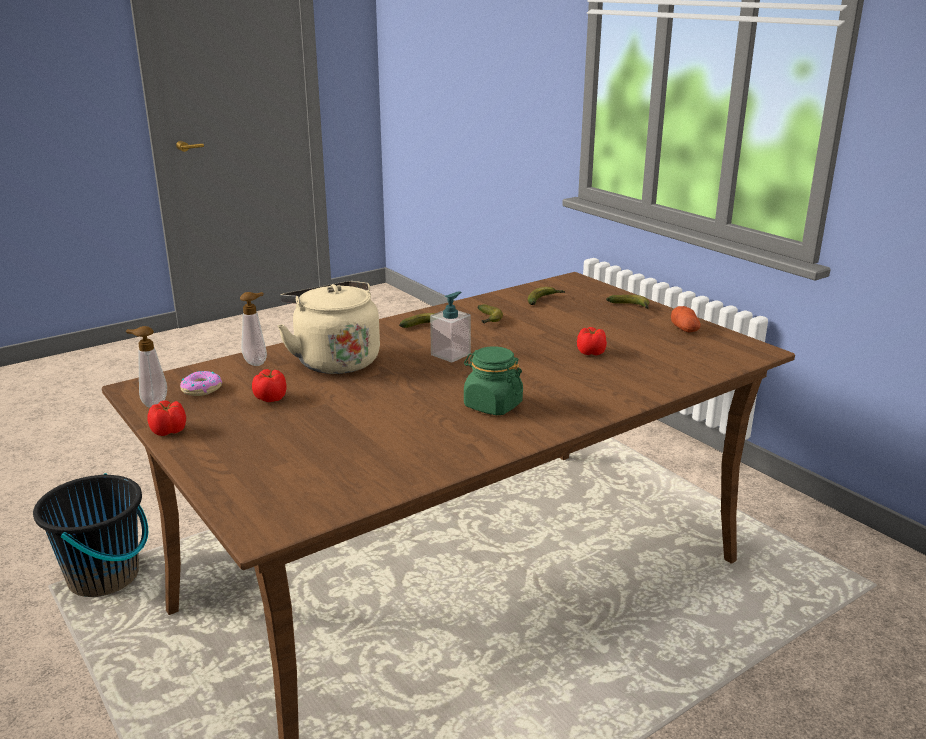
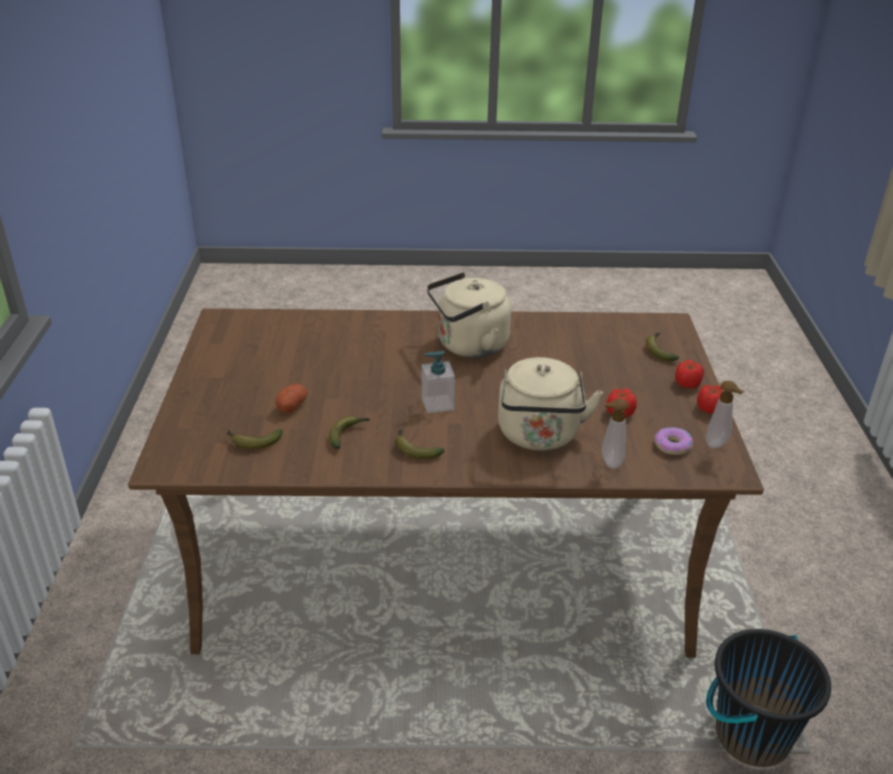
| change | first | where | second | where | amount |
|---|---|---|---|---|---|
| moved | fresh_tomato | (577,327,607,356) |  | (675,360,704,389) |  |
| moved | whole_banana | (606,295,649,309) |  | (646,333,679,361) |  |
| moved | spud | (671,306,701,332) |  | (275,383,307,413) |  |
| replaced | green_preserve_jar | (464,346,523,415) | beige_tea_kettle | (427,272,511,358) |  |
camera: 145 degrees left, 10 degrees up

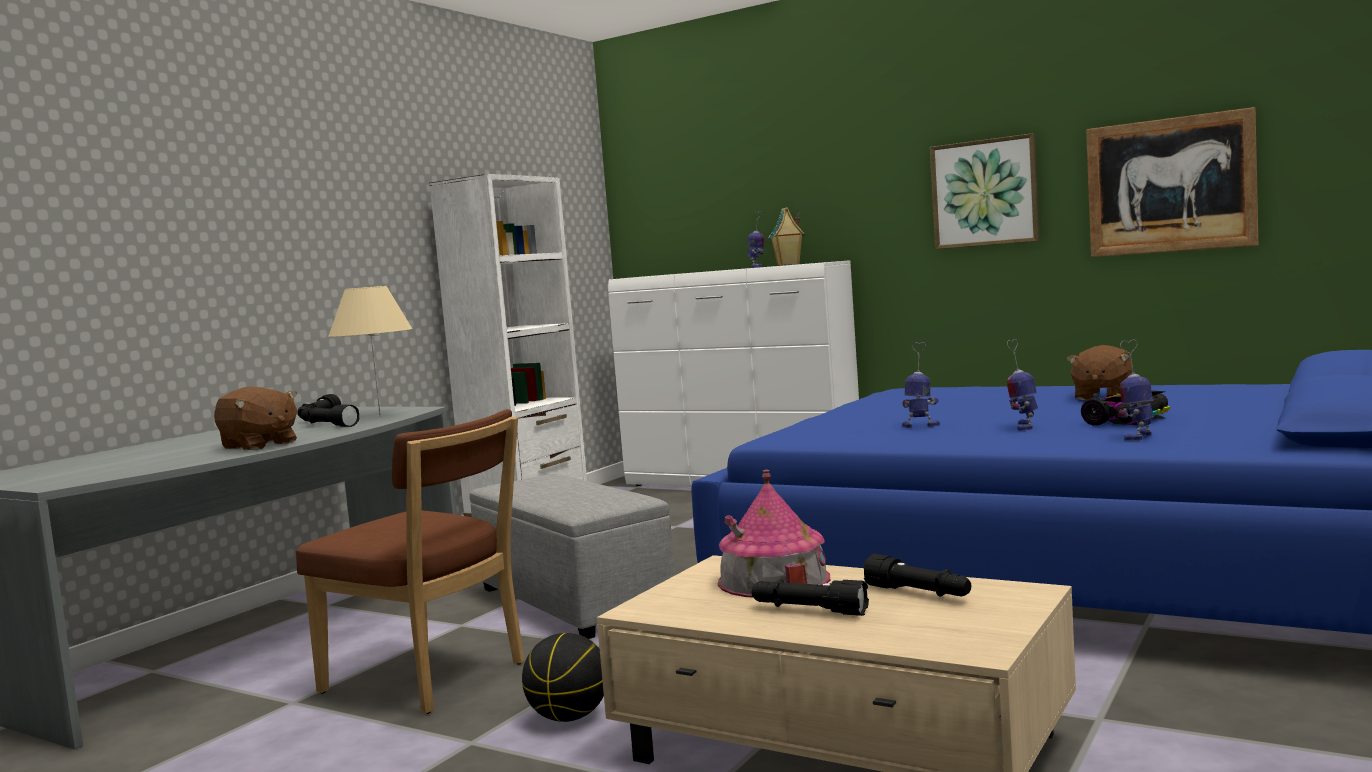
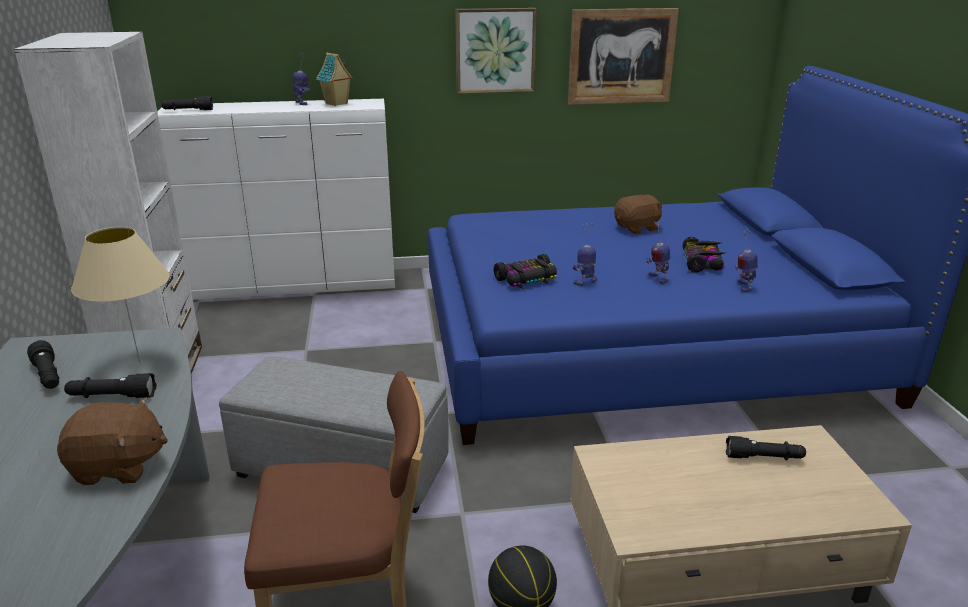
| change | first | where | second | where | amount |
|---|---|---|---|---|---|
| removed | model_house | (718,470,830,597) |  |  |  |
| added |  |  | model_car | (494,254,557,289) |  |
| moved | blackish_flashlight | (752,579,869,616) |  | (162,96,213,110) |  |
| turned | brown-coloured_soft_toy | (1067,345,1132,400) |  | (614,194,662,234) | 105 degrees counterclockwise |
camera: 40 degrees left, 20 degrees up

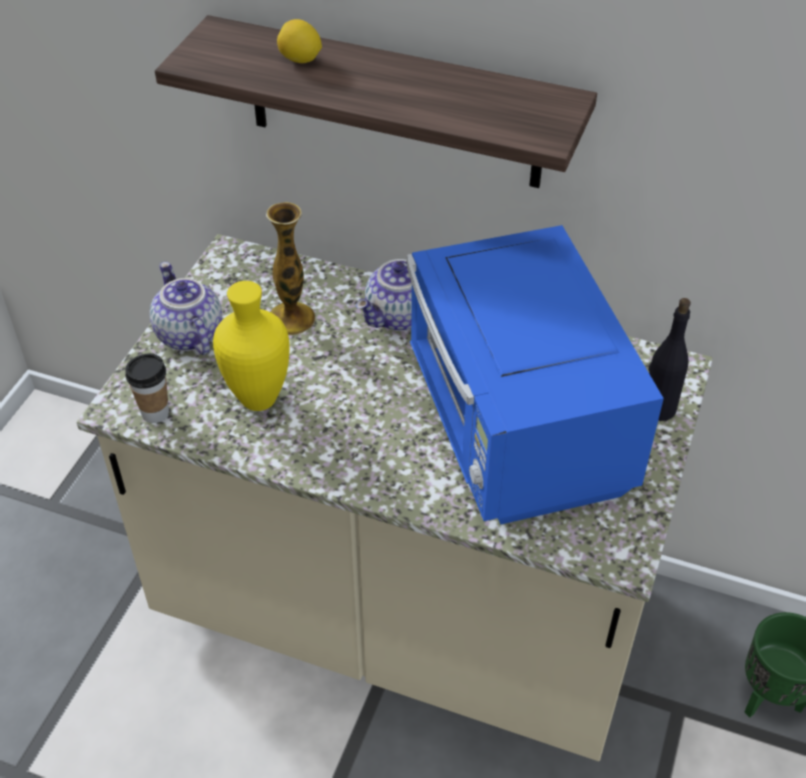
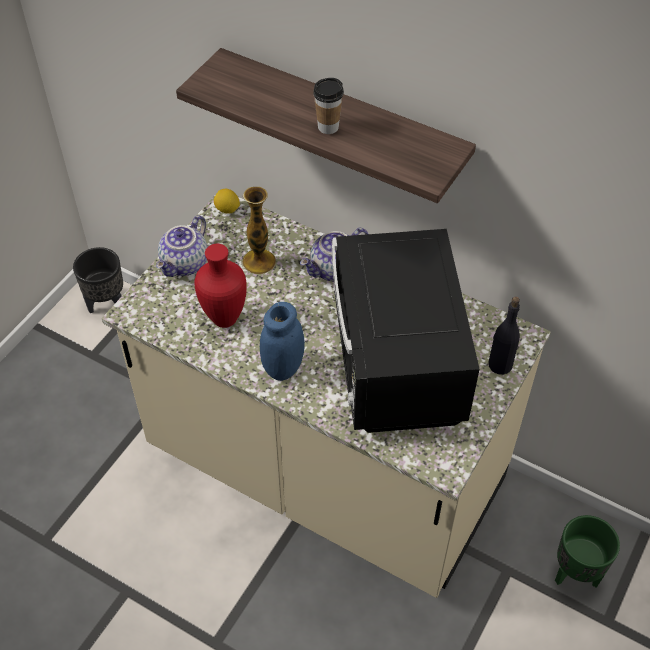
| change | first | where | second | where | amount |
|---|---|---|---|---|---|
| added |  |  | blackish_flower_pot | (73,247,123,313) |  |
| added |  |  | blue-coloured_preserve_jar | (260,302,305,381) |  |
| moved | drinking_cup | (125,353,169,423) |  | (313,78,344,134) |  |
| moved | lemon | (277,19,322,63) |  | (214,189,240,214) |  |
| recoloured | yellowish_flower_vase | (213,281,290,411) | reddish_flower_vase | (194,244,247,328) |  |
| recoloured | blue-coloured_kitchen_microwave | (407,225,664,525) | blackish_kitchen_microwave | (332,229,479,433) |  |
| turned | pot_for_tea | (150,262,222,355) |  | (156,215,207,277) | 135 degrees counterclockwise |
camera: 10 degrees right, 5 degrees up

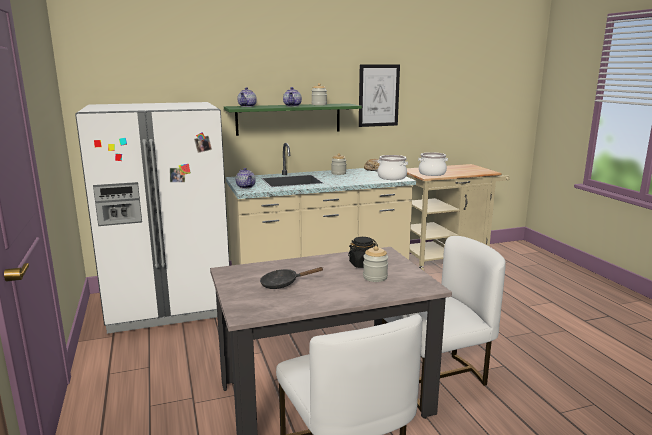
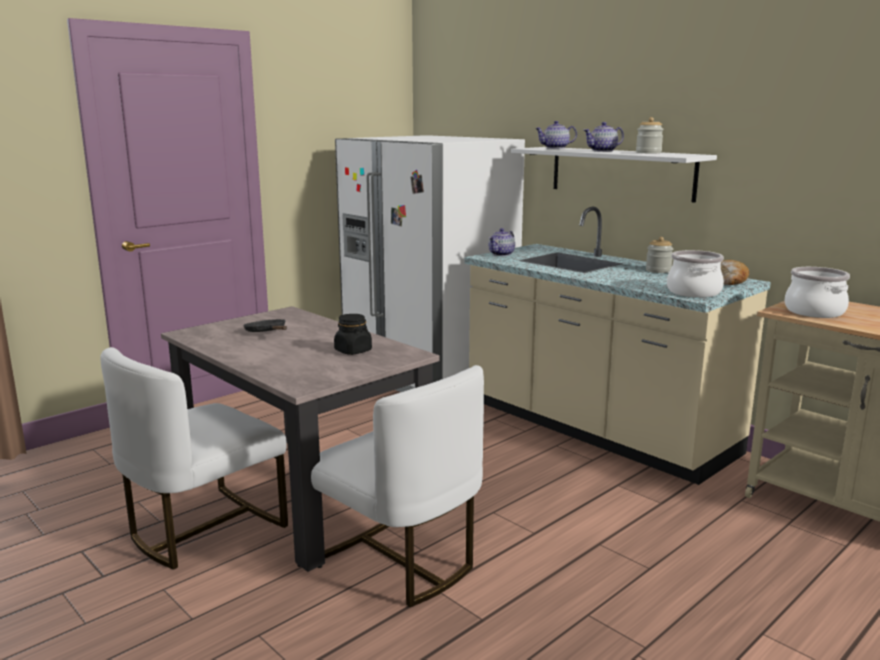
| change | first | where | second | where | amount |
|---|---|---|---|---|---|
| removed | picture | (359,64,400,127) |  |  |  |
| removed | preserve_jar | (363,246,388,282) |  |  |  |
| recoloured | green_bracket_shelf | (224,103,362,136) | white-coloured_bracket_shelf | (511,147,717,203) |  |
camera: 65 degrees right, 0 degrees up

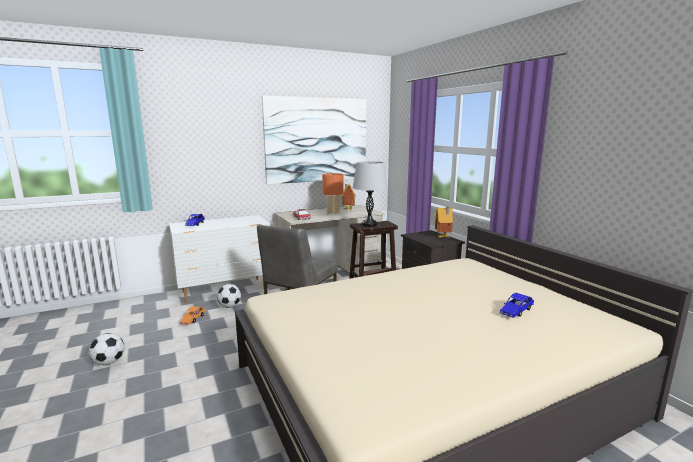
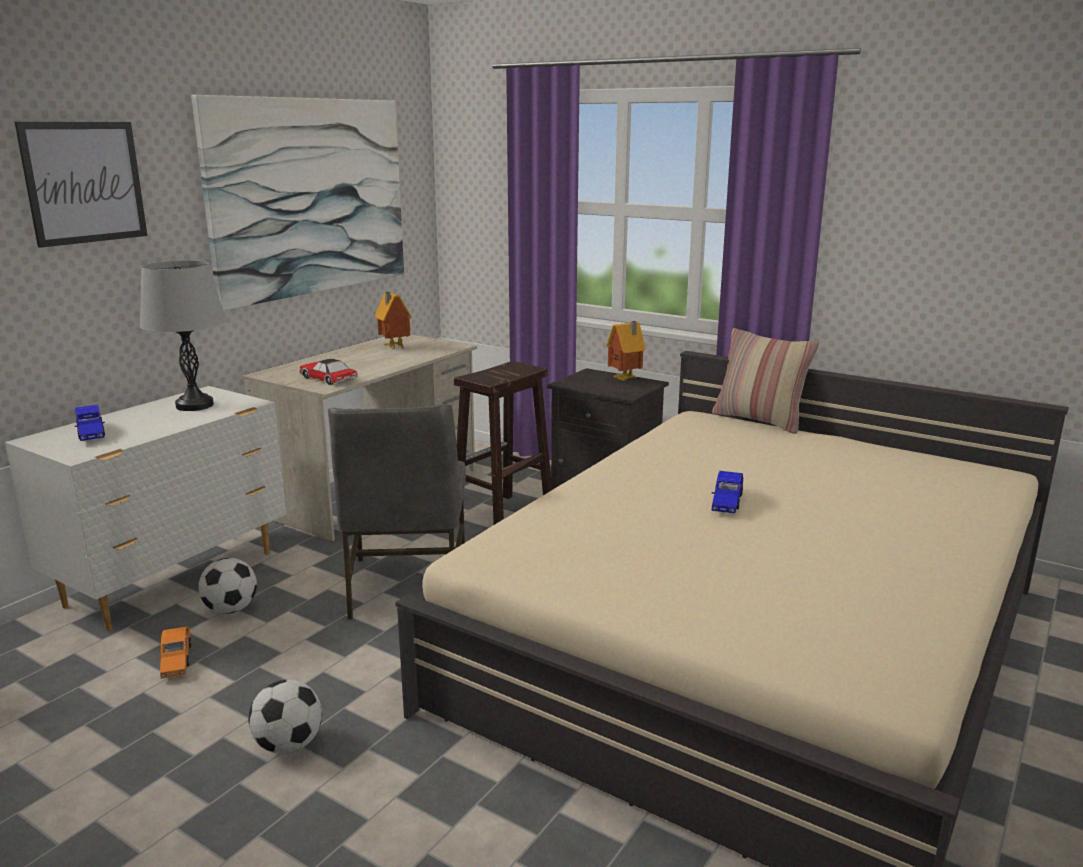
| change | first | where | second | where | amount |
|---|---|---|---|---|---|
| removed | orange-coloured_tabletop_lamp | (322,173,343,214) |  |  |  |
| added |  |  | picture | (15,122,147,248) |  |
| added |  |  | throw_pillow | (712,328,819,434) |  |
| moved | football | (89,333,125,365) |  | (249,680,322,754) |  |
| moved | greyish_tabletop_lamp | (353,161,388,227) |  | (140,260,226,411) |  |
| moved | blue-coloured_model_car | (500,293,534,318) |  | (712,471,743,514) |  |
camera: 30 degrees left, 5 degrees up

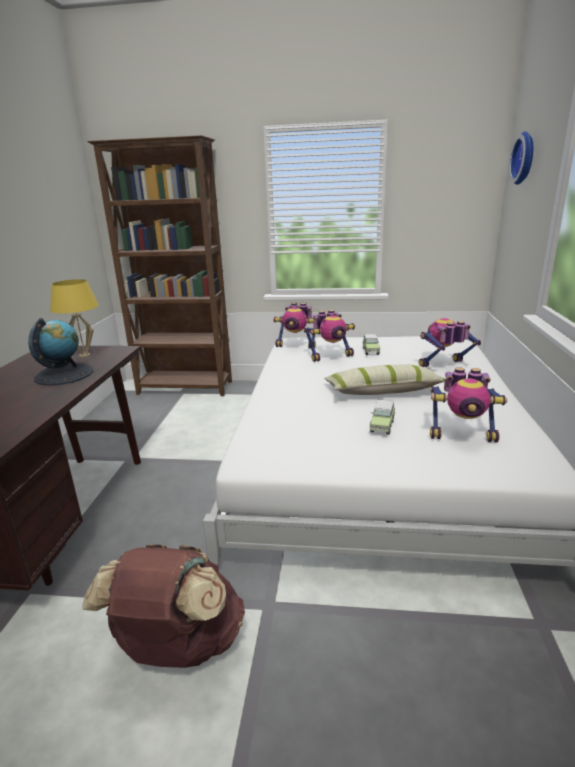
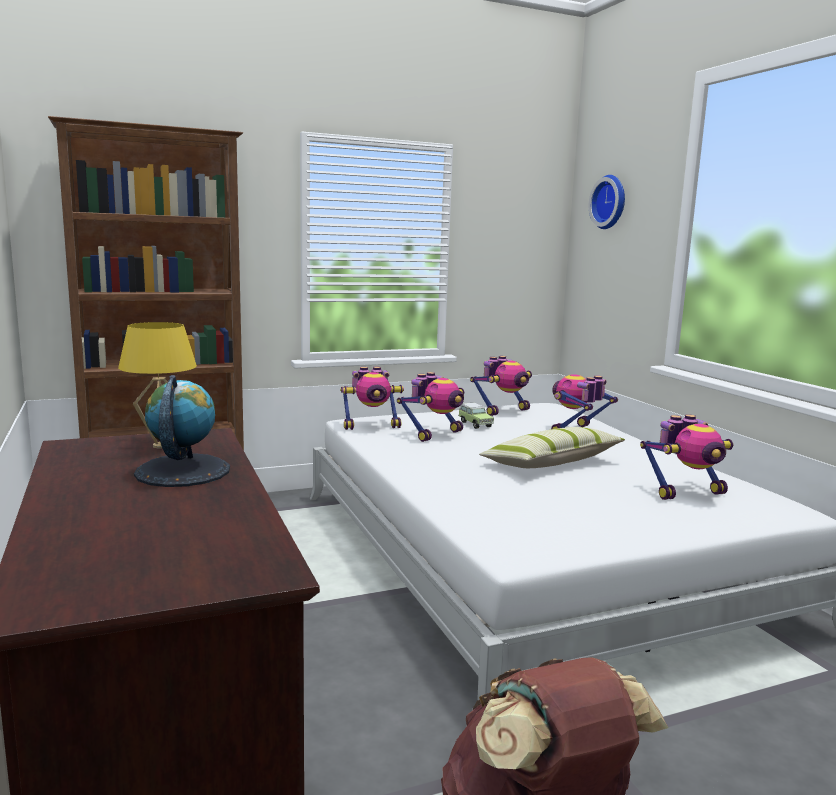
| change | first | where | second | where | amount |
|---|---|---|---|---|---|
| removed | model_car | (370,400,395,435) |  |  |  |
| added |  |  | toy_robot | (470,356,532,416) |  |
camera: 30 degrees left, 10 degrees down

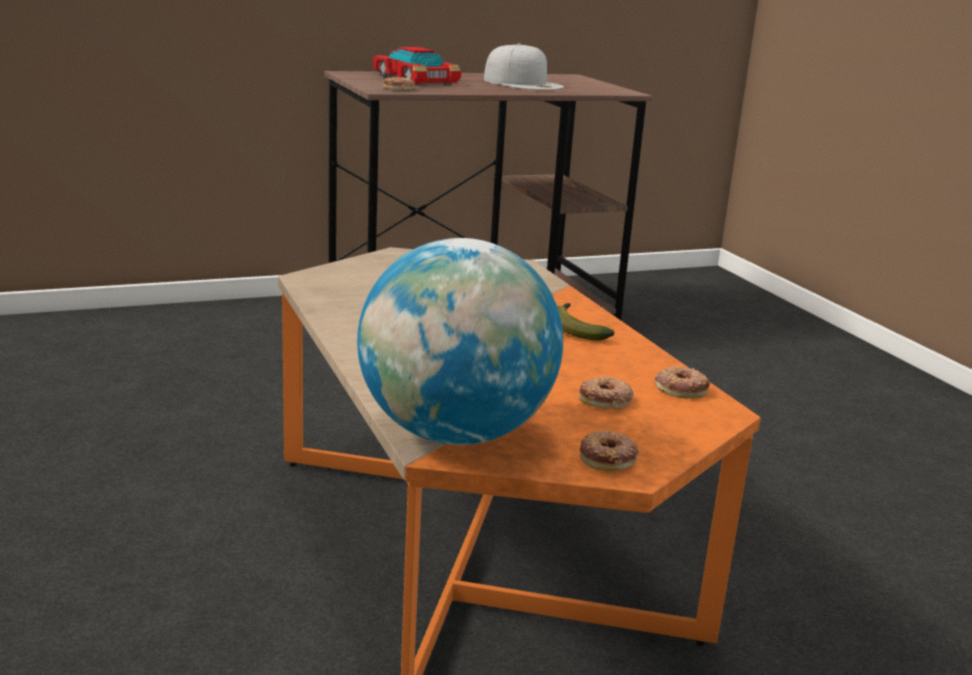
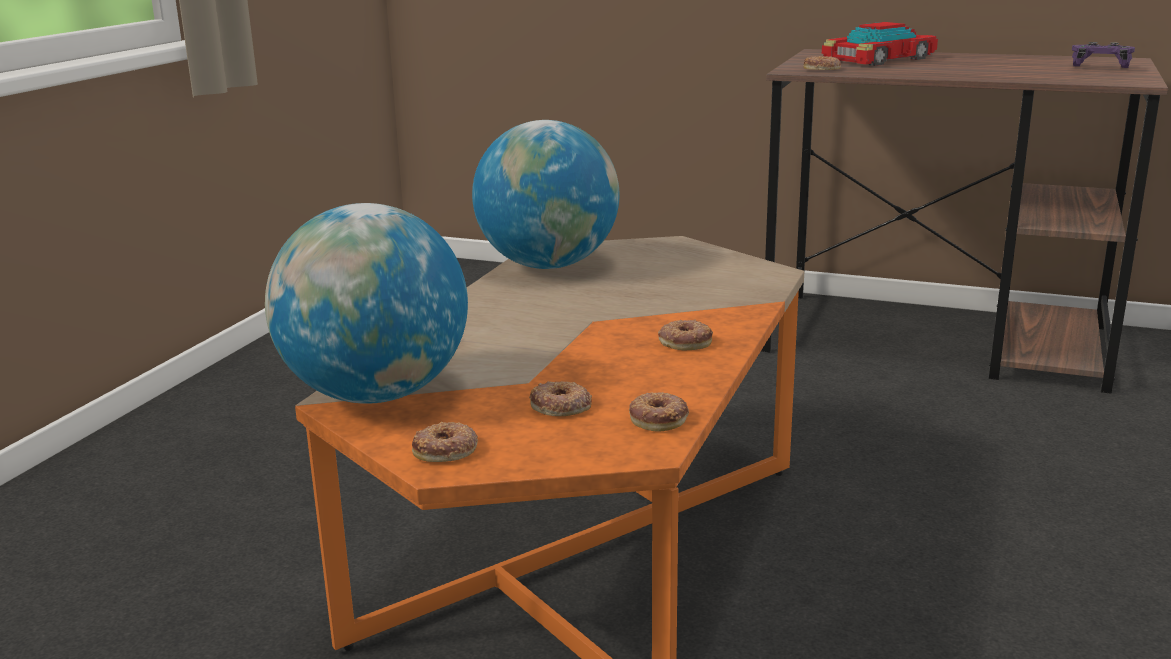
| change | first | where | second | where | amount |
|---|---|---|---|---|---|
| removed | white-coloured_peaked_cap | (484,44,564,90) |  |  |  |
| added |  |  | desk_globe | (472,120,619,269) |  |
| added |  |  | purple_game_controller | (1072,42,1135,68) |  |
| replaced | whole_banana | (557,303,615,340) | doughnut | (658,319,713,350) |  |
| turned | model_car | (373,47,461,84) |  | (822,22,938,66) | 45 degrees clockwise |
camera: 45 degrees right, 0 degrees up

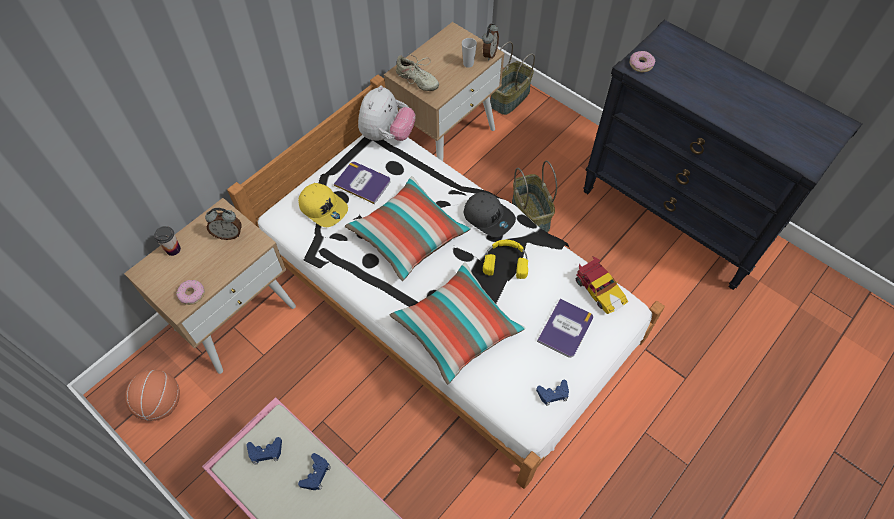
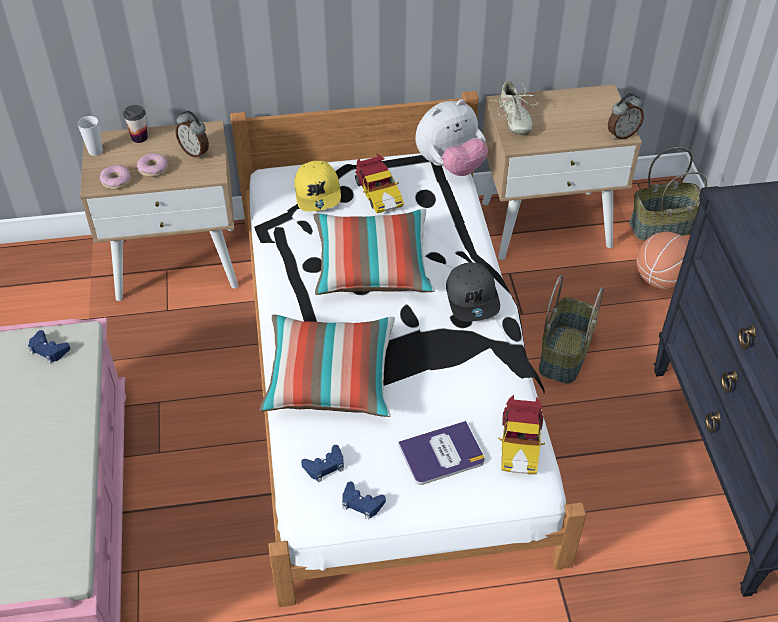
| change | first | where | second | where | amount |
|---|---|---|---|---|---|
| removed | yellowish_headphones | (483,240,528,279) |  |  |  |
| moved | basketball | (125,370,180,421) |  | (637,232,688,289) |  |
| moved | blue-coloured_game_controller | (298,453,331,490) |  | (301,445,344,482) |  |
| moved | drinking_cup | (462,38,477,68) |  | (78,116,103,156) |  |
| moved | doughnut | (630,51,655,72) |  | (137,153,168,177) |  |
| replaced | volume | (334,162,391,204) | model_car | (355,154,404,213) |  |
camera: 40 degrees right, 10 degrees down

